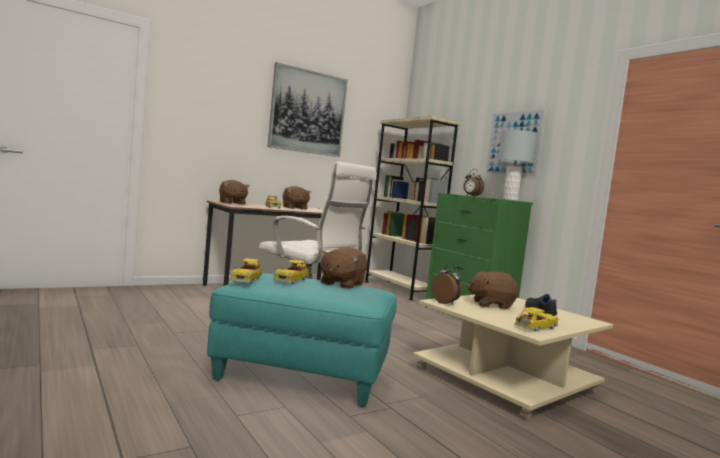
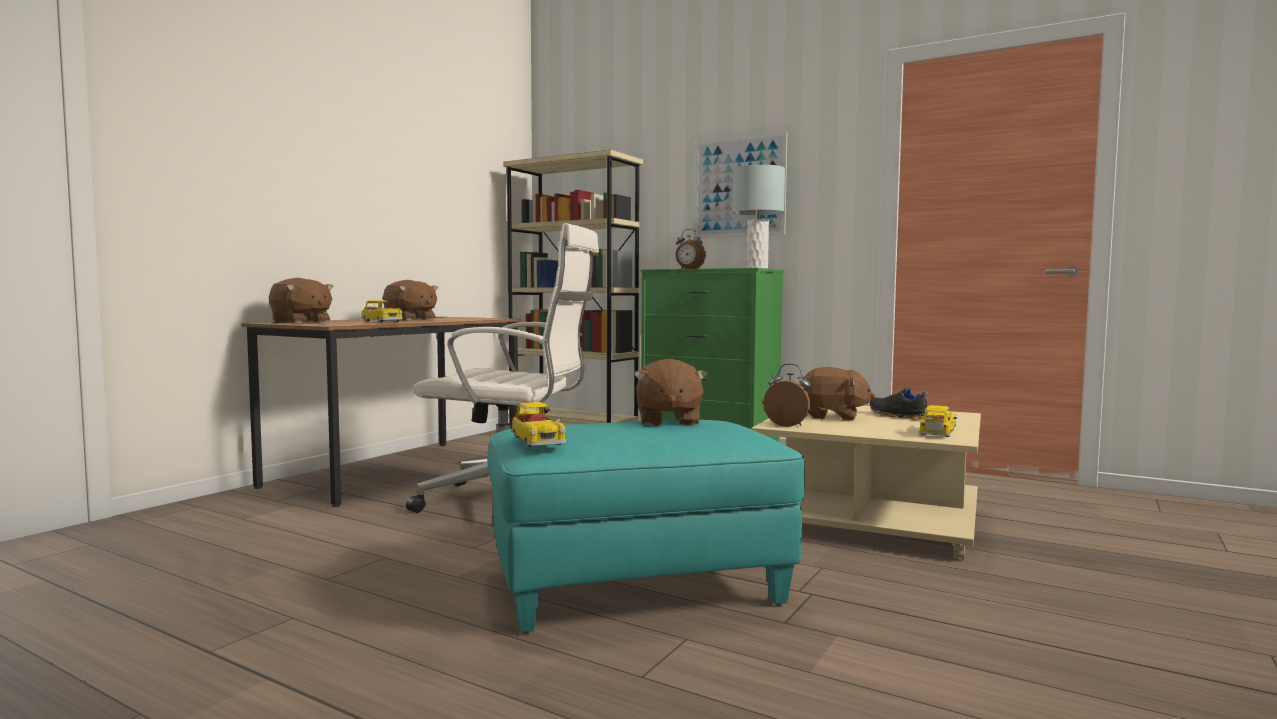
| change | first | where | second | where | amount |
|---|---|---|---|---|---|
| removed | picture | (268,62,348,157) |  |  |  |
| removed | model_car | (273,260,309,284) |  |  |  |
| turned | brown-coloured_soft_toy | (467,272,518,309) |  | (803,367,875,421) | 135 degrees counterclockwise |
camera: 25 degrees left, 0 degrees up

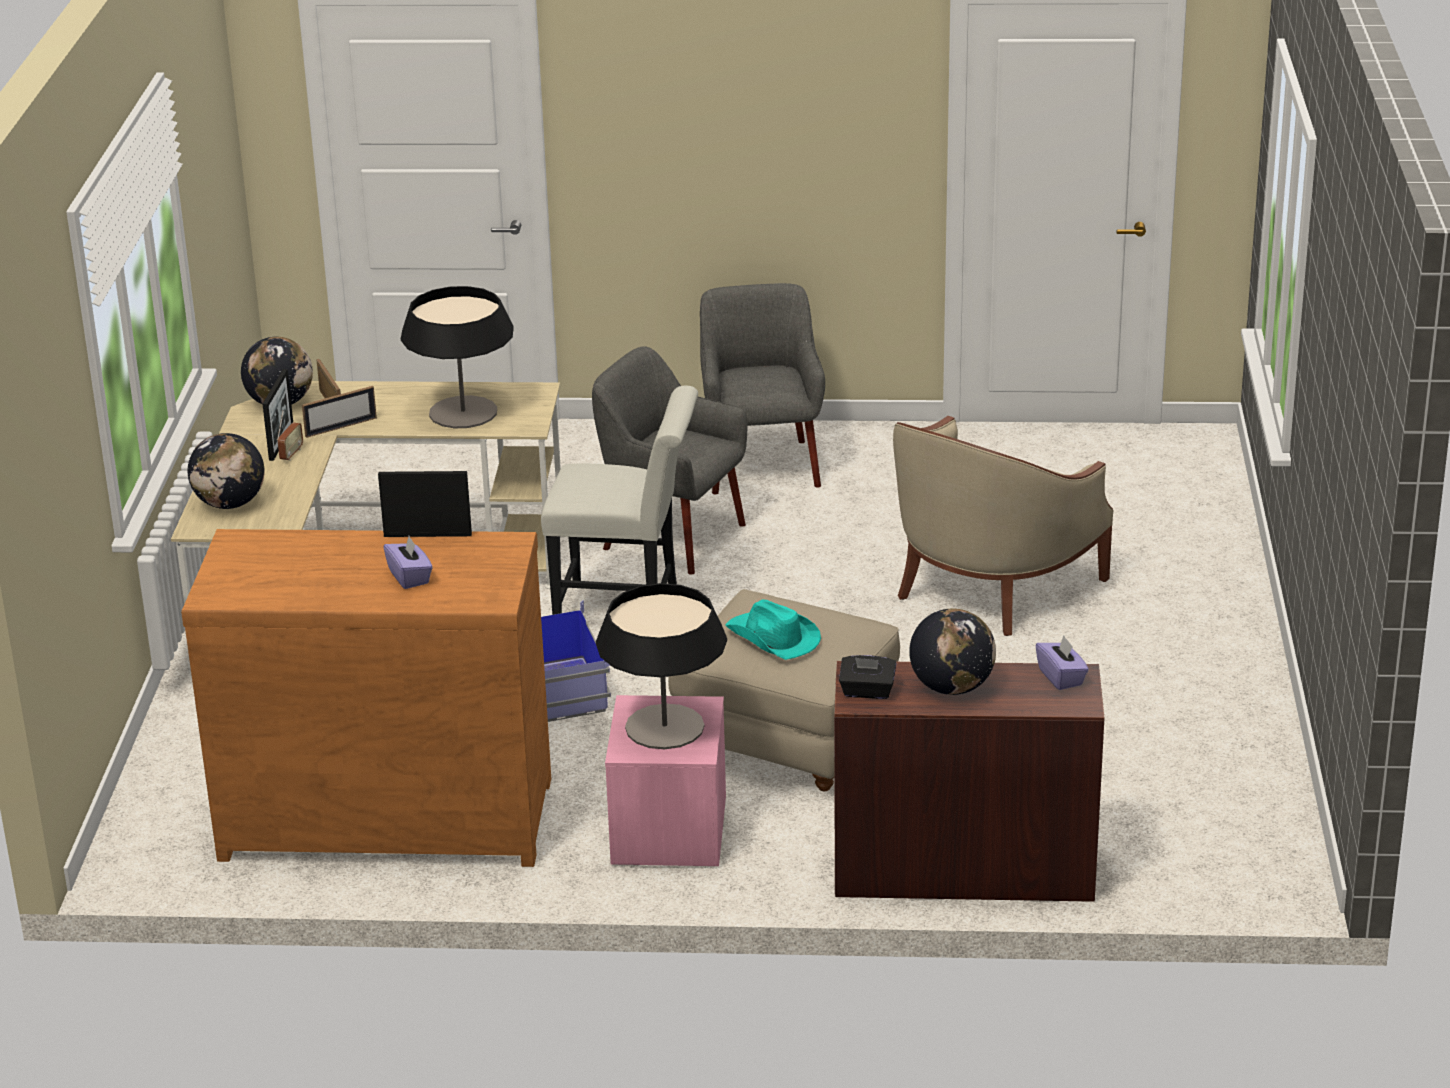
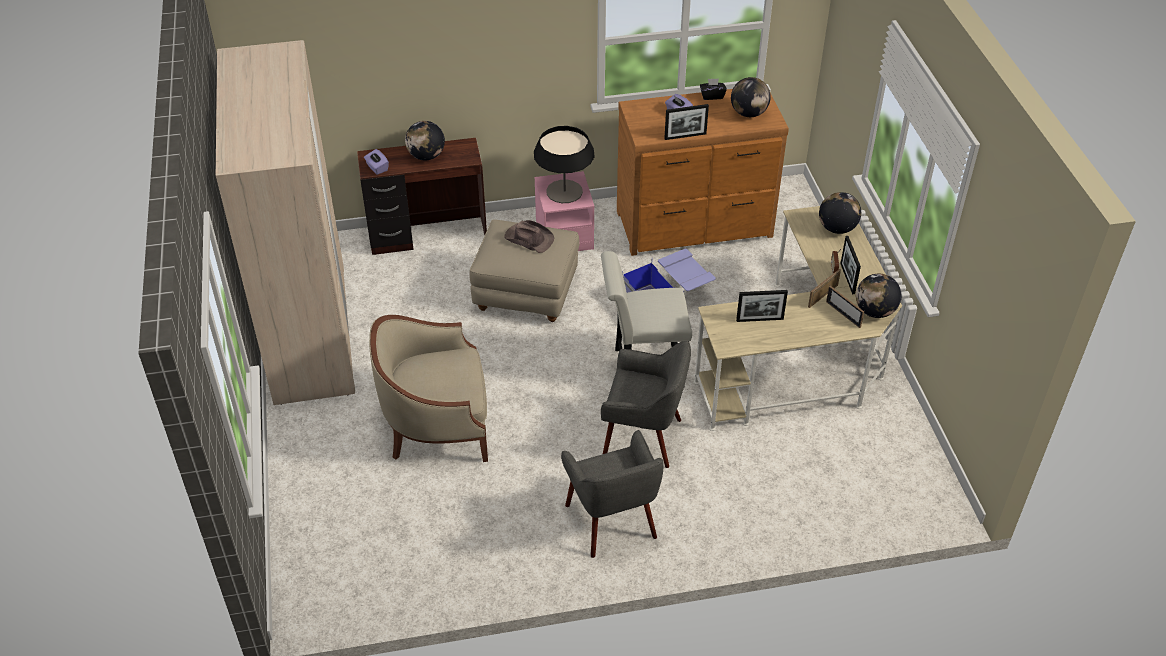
| change | first | where | second | where | amount |
|---|---|---|---|---|---|
| added |  |  | beige_armoire | (216,40,355,405) |  |
| added |  |  | desk_globe | (731,77,771,117) |  |
| moved | blackish_box_of_tissues | (839,655,896,699) |  | (700,78,727,100) |  |
| replaced | tabletop_lamp | (401,286,514,428) | photo_frame | (736,290,788,322) |  |
| recoloured | turquoise_wearable_hat | (725,599,821,660) | brown-coloured_wearable_hat | (504,220,554,253) |  |
| turned | beige_armchair | (893,416,1114,636) |  | (369,315,488,462) | 120 degrees counterclockwise |
camera: 165 degrees right, 15 degrees up

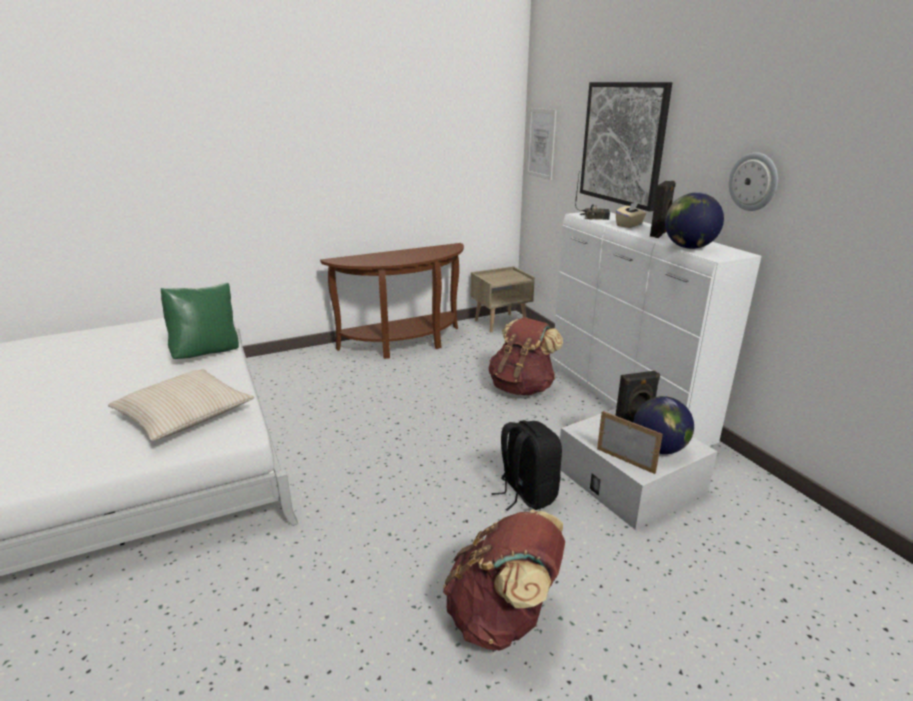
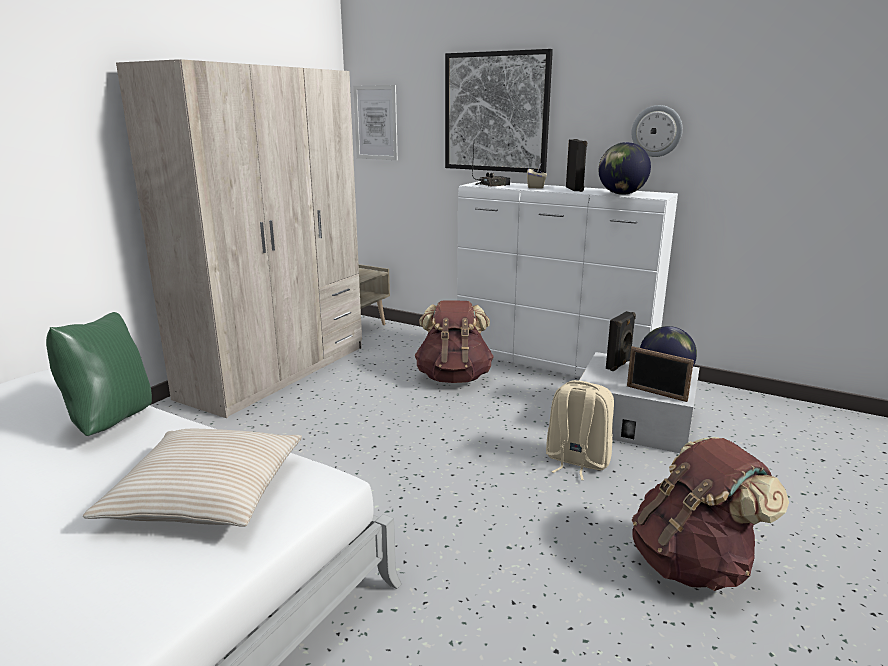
| change | first | where | second | where | amount |
|---|---|---|---|---|---|
| replaced | brown-coloured_console_table | (320,243,464,359) | beige_armoire | (116,59,362,418) |  |
| recoloured | blackish_backpack | (491,420,562,511) | beige_backpack | (546,380,614,480) |  |
| turned | photo_frame | (597,411,663,474) |  | (627,346,694,402) | 150 degrees counterclockwise |
camera: 35 degrees left, 5 degrees down

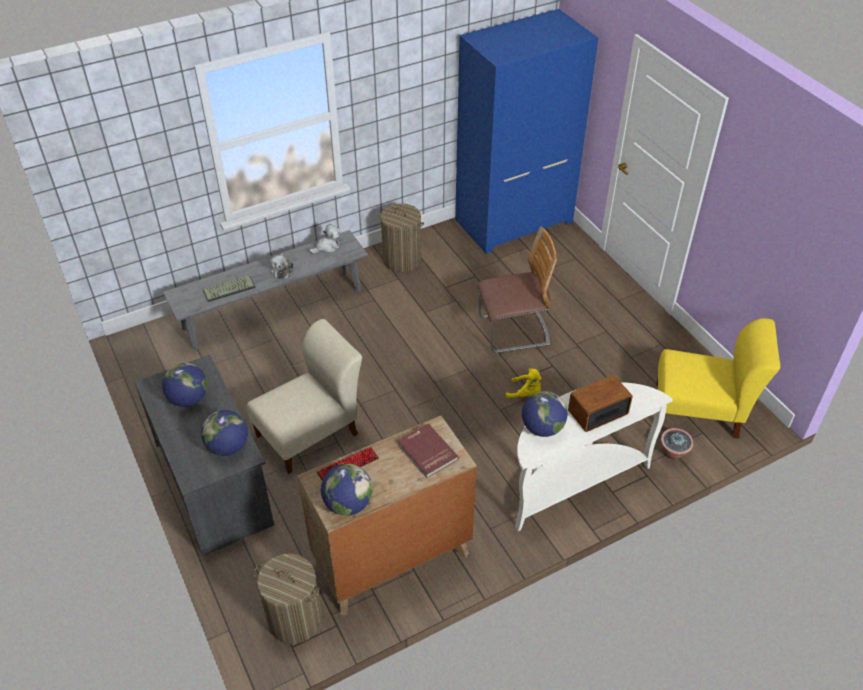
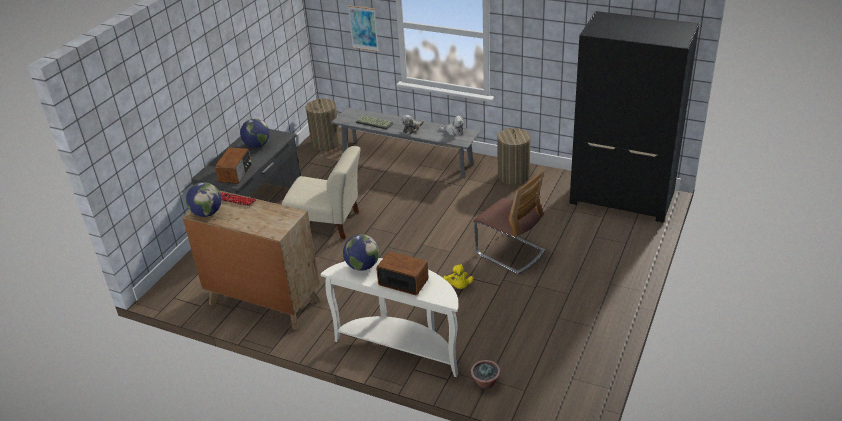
| change | first | where | second | where | amount |
|---|---|---|---|---|---|
| removed | reddish_volume | (397,424,459,478) |  |  |  |
| removed | yellowish_plain_chair | (656,318,780,439) |  |  |  |
| added |  |  | picture | (348,5,379,52) |  |
| moved | laundry_basket | (254,554,322,644) |  | (306,99,340,151) |  |
| replaced | desk_globe | (201,410,248,456) | radio | (215,148,252,184) |  |
| recoloured | blue-coloured_armoire | (455,9,598,254) | blackish_armoire | (570,11,699,223) |  |
camera: 55 degrees right, 10 degrees down

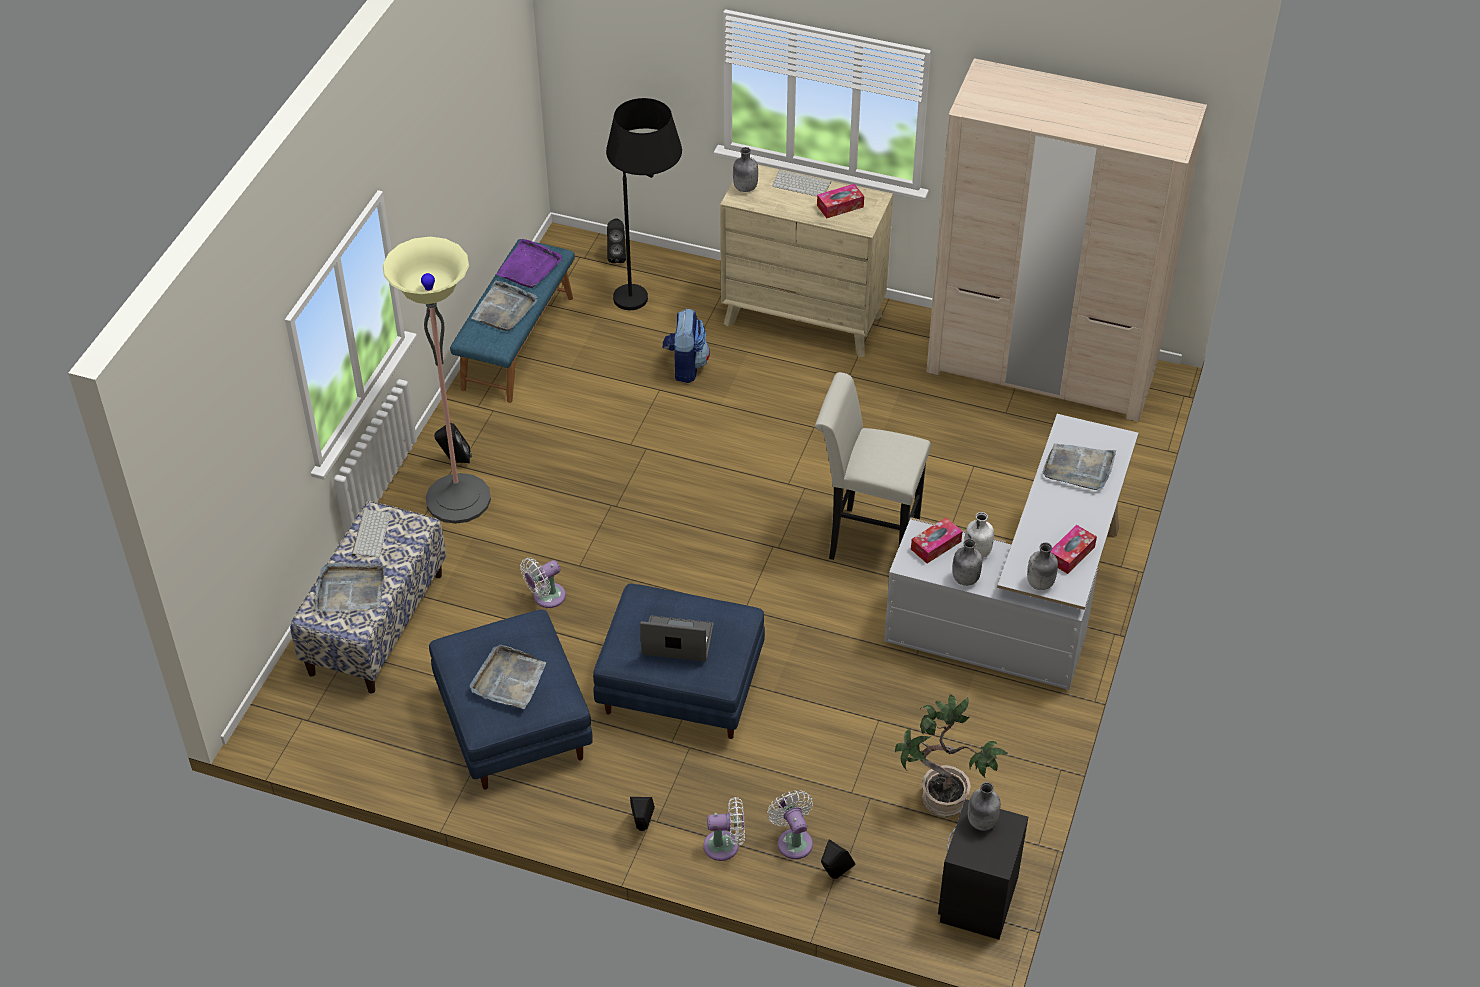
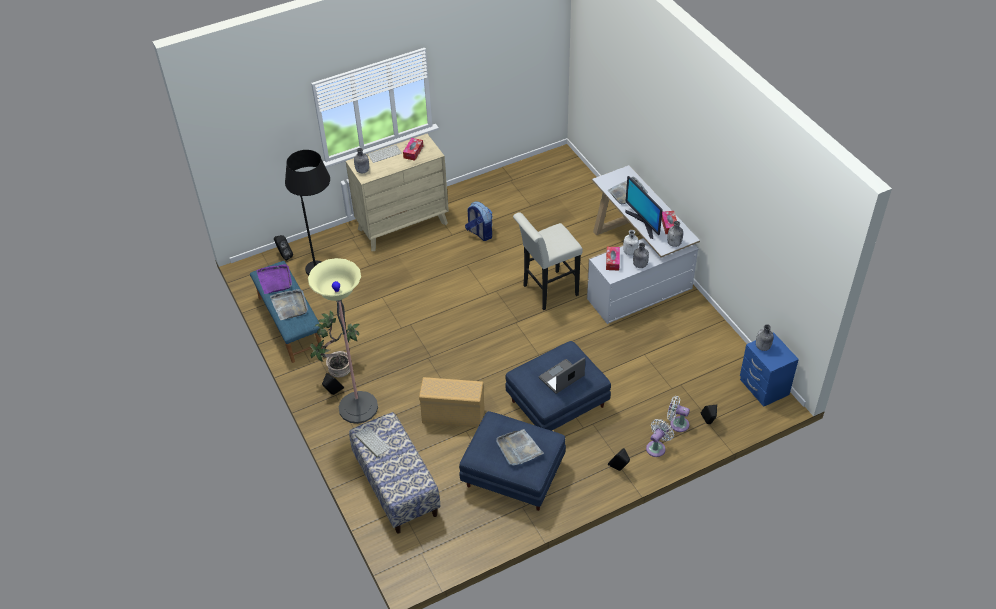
| change | first | where | second | where | amount |
|---|---|---|---|---|---|
| removed | greyish_carrying_tray | (315,563,385,612) |  |  |  |
| removed | beige_armoire | (926,58,1207,422) |  |  |  |
| added |  |  | monitor | (625,176,663,239) |  |
| moved | backpack | (663,309,710,383) |  | (465,201,493,241) |  |
| moved | plant_in_a_pot | (895,694,1009,817) |  | (310,310,360,378) |  |
| replaced | white-coloured_fan | (520,558,566,608) | beige_storage_container | (419,377,485,428) |  |
| recoloured | blackish_nightstand | (938,799,1028,940) | blue-coloured_nightstand | (740,332,799,407) |  |
camera: 45 degrees left, 0 degrees up

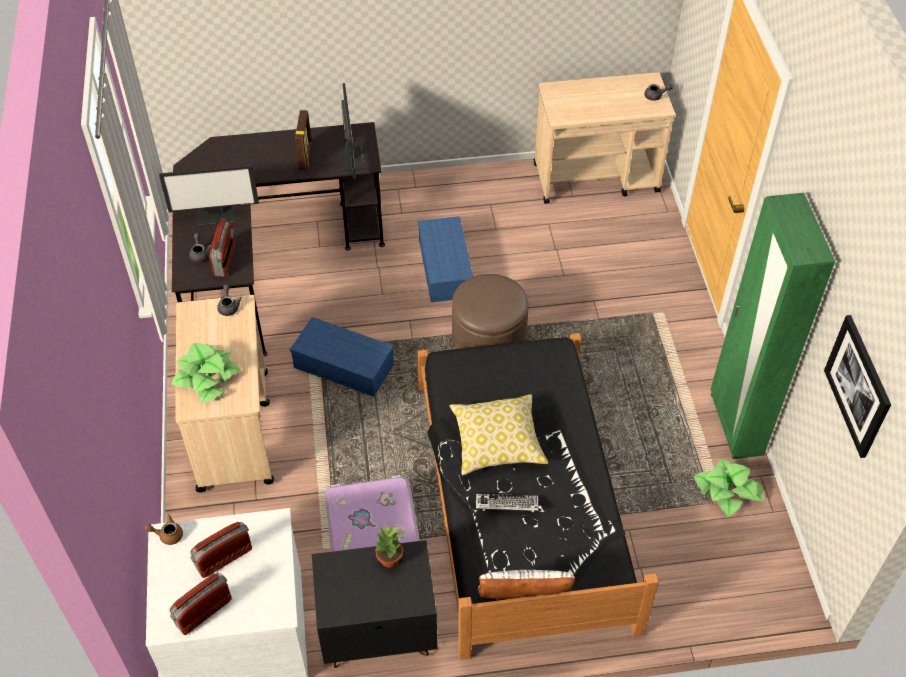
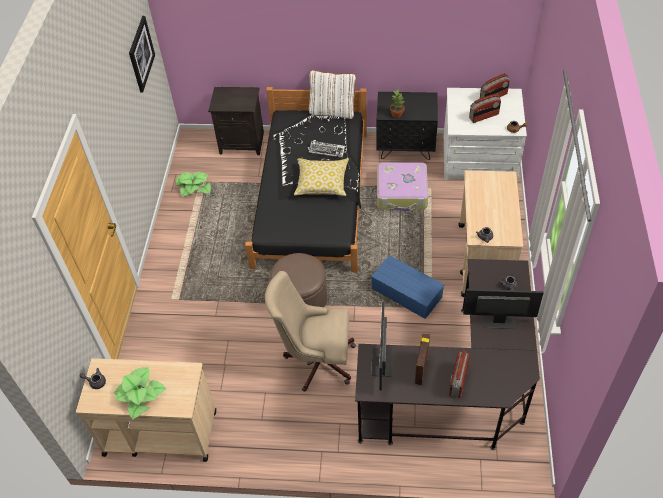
| change | first | where | second | where | amount |
|---|---|---|---|---|---|
| removed | green_armoire | (710,193,835,459) |  |  |  |
| added |  |  | blackish_nightstand | (208,87,264,155) |  |
| moved | plant_in_a_pot | (171,343,241,403) |  | (114,367,167,419) |  |
| moved | radio | (209,219,236,277) |  | (449,350,470,398) |  |
| replaced | blue-coloured_storage_container | (418,216,473,302) | beige_desk_chair | (265,271,356,391) |  |
camera: 165 degrees left, 0 degrees up

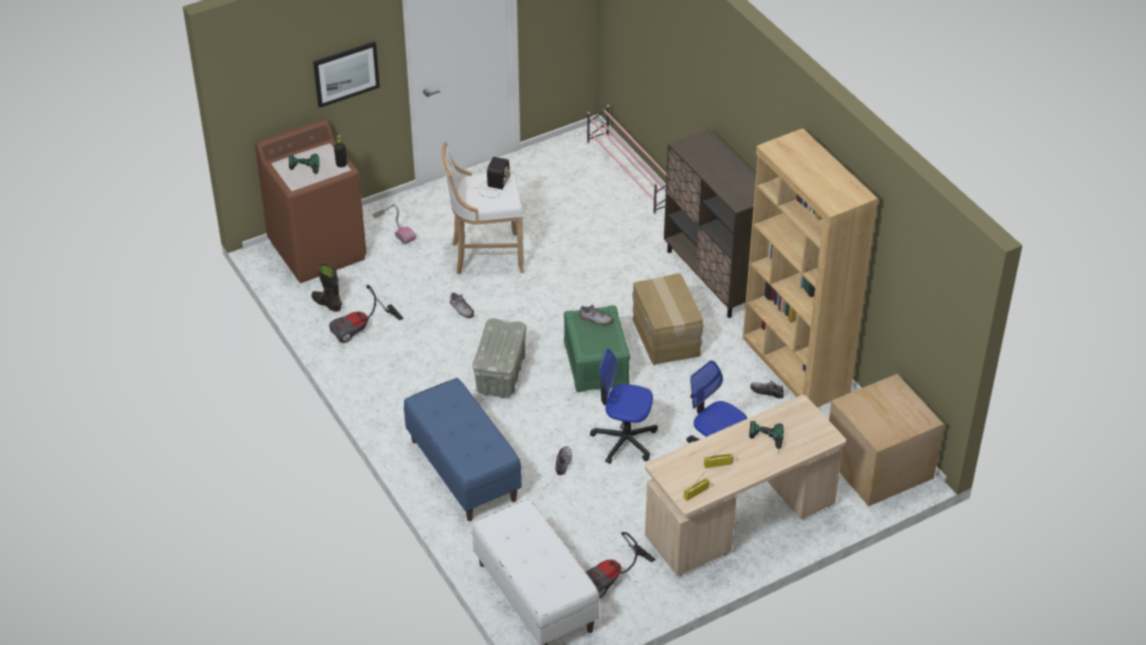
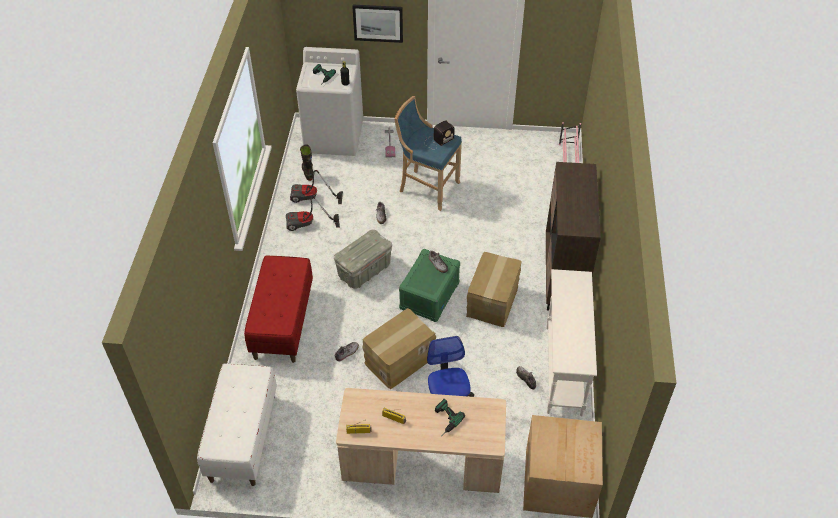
| change | first | where | second | where | amount |
|---|---|---|---|---|---|
| moved | hoover | (586,532,656,598) |  | (286,196,340,231) |  |
| replaced | desk_chair | (590,348,658,464) | cardboard_box | (362,308,436,389) |  |
| replaced | brown-coloured_bookshelf | (743,128,878,407) | white-coloured_console_table | (546,269,597,416) |  |
| recoloured | brown-coloured_laundry_machine | (255,119,367,283) | white-coloured_laundry_machine | (296,47,363,156) |  |
| recoloured | blue-coloured_indoor_bench | (404,378,522,521) | reddish_indoor_bench | (244,256,313,363) |  |
| recoloured | white-coloured_stool | (442,142,524,274) | blue-coloured_stool | (394,96,462,211) |  |
camera: 35 degrees right, 5 degrees up

